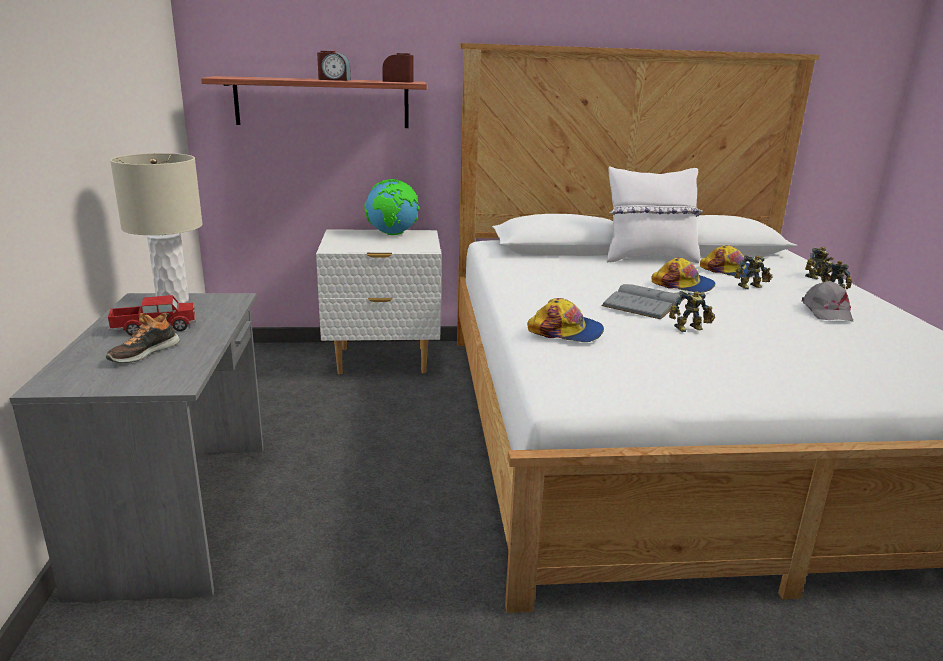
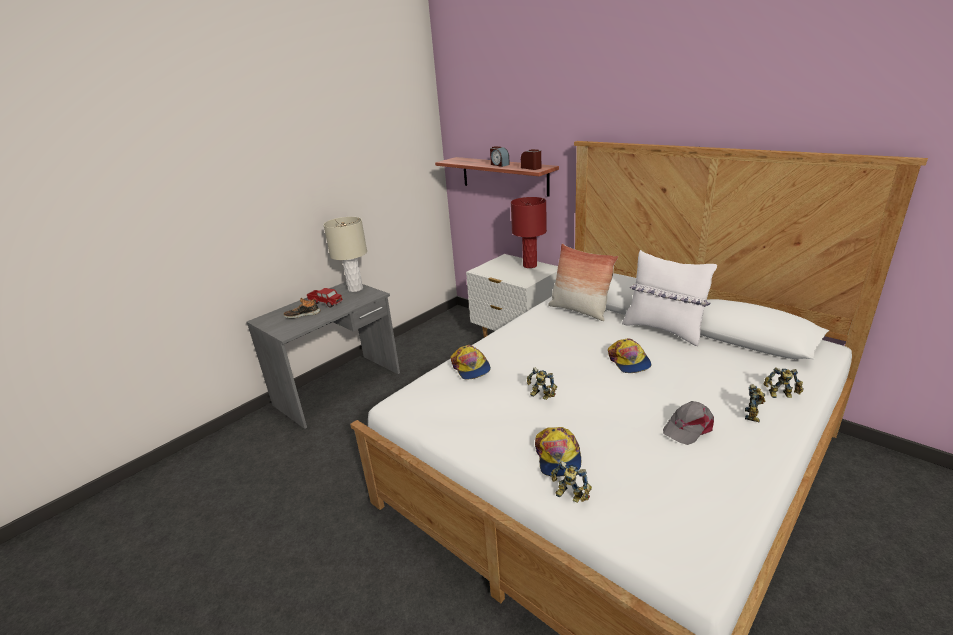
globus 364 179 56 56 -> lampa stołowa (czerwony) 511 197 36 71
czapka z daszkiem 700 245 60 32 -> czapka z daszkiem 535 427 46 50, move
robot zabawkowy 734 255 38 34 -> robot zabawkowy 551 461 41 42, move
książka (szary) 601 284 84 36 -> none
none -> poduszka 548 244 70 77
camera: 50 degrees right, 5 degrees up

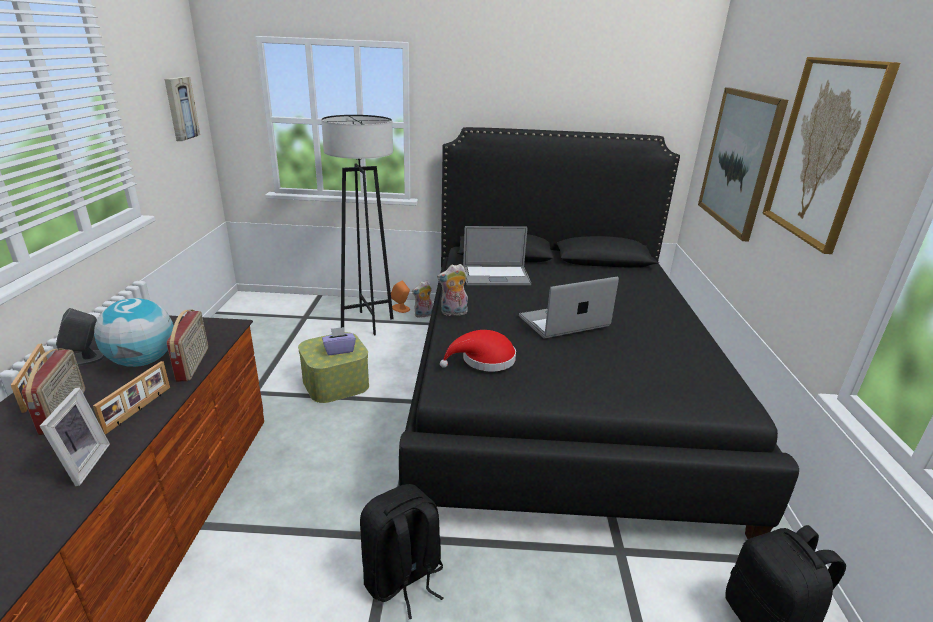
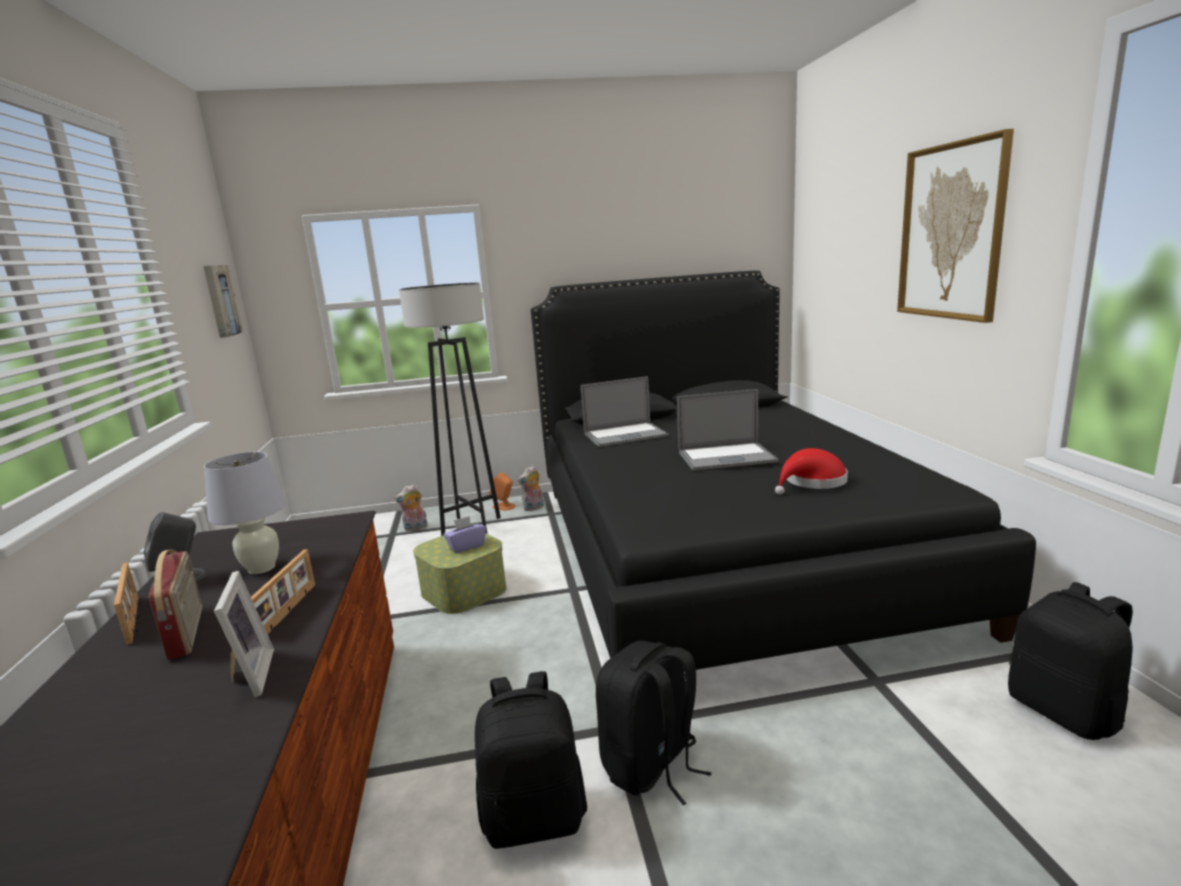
obraz 698 87 90 155 -> none
pluszak 437 264 31 52 -> pluszak 394 484 34 48, move
laptop 519 276 100 63 -> laptop 677 389 101 81, 150 degrees counterclockwise
globus 94 298 80 69 -> lampa stołowa (biały) 204 452 82 122
radio 167 310 41 72 -> none
kapelusz (czerwony) 440 330 76 41 -> kapelusz (czerwony) 775 448 73 47, move
none -> plecak (czarny) 475 671 112 178
camera: 10 degrees left, 10 degrees down

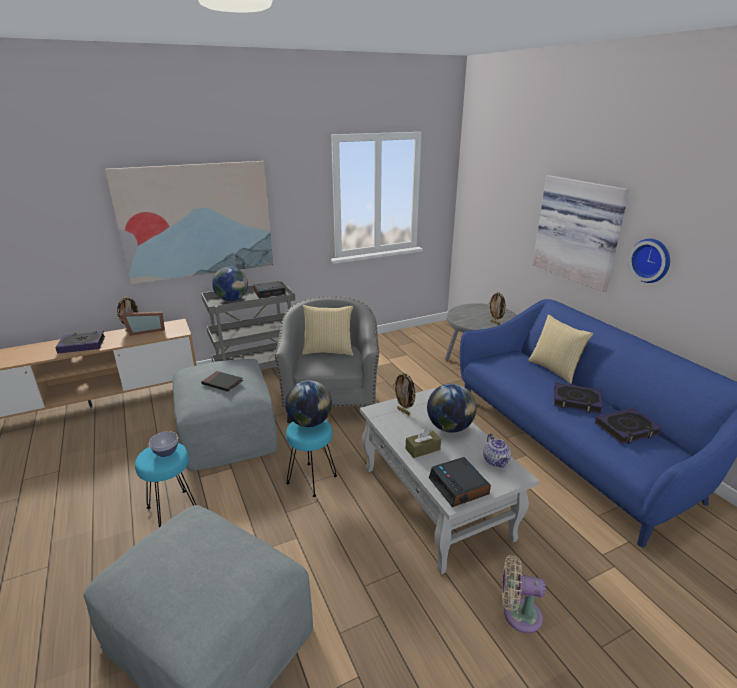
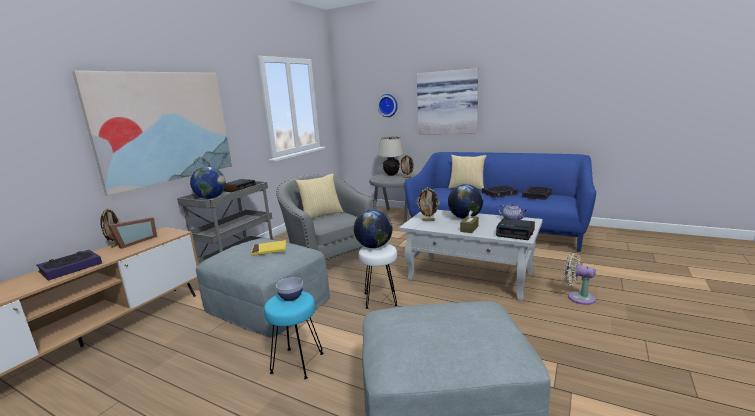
zegar ścienny 628 239 42 44 -> zegar ścienny 377 94 21 23, move
książka (czarny) 201 371 42 20 -> książka (żółty) 251 240 35 16
stołek (turkusowy) 286 420 51 77 -> stołek (biały) 358 244 40 65
wentylator (beżowy) 502 555 44 78 -> wentylator (beżowy) 564 253 32 52, 60 degrees clockwise
none -> lampa stołowa (beżowy) 378 137 26 39
camera: 35 degrees left, 10 degrees down

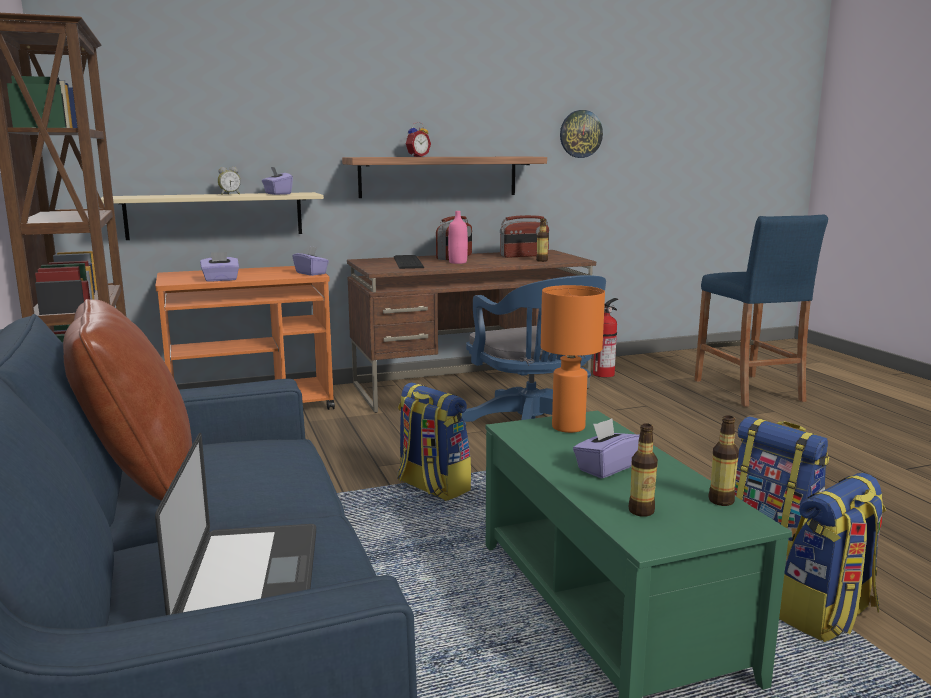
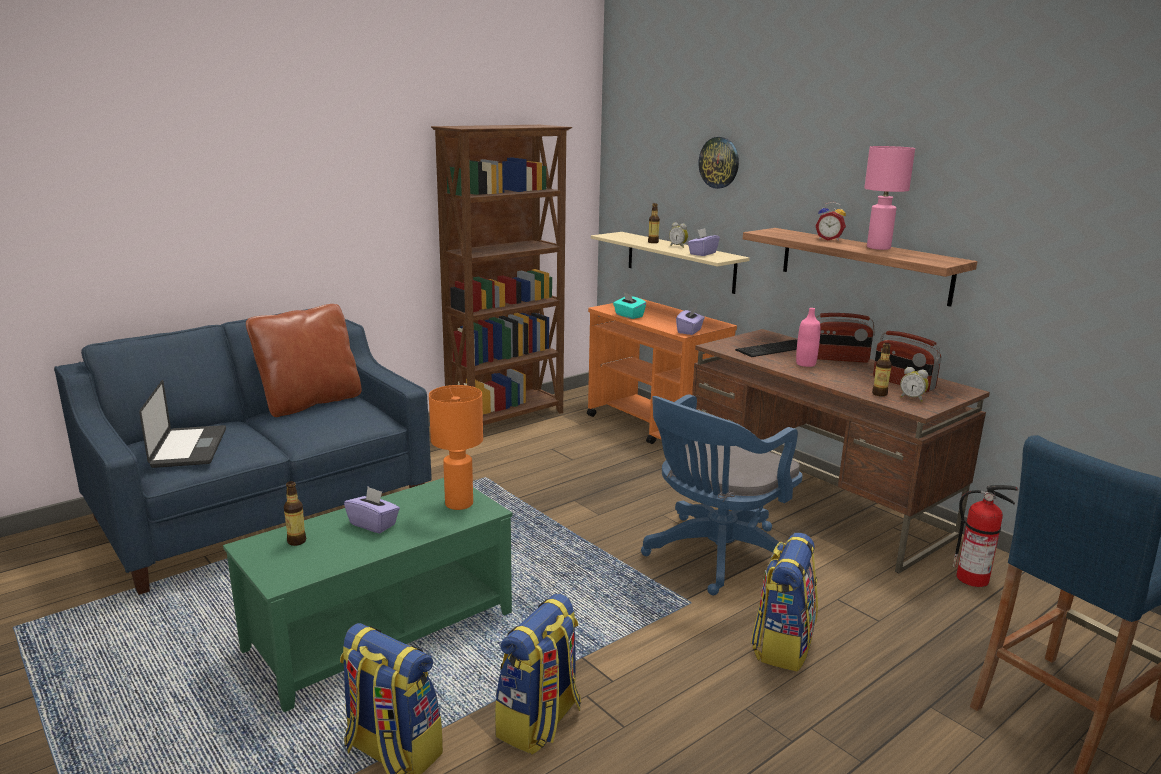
zegar ścienny 560 110 43 48 -> zegar ścienny 699 137 40 52, move
pudełko chusteczek (fioletowy) 200 252 39 30 -> pudełko chusteczek (turkusowy) 613 293 33 26
plecak 397 383 74 118 -> plecak 751 533 67 139, move
butelka 708 415 31 91 -> butelka 648 203 12 40, move
laptop 155 433 161 182 -> laptop 139 380 87 88, 75 degrees counterclockwise
none -> lampa stołowa (różowy) 864 146 51 104
none -> budzik 900 367 29 35
camera: 70 degrees right, 5 degrees up

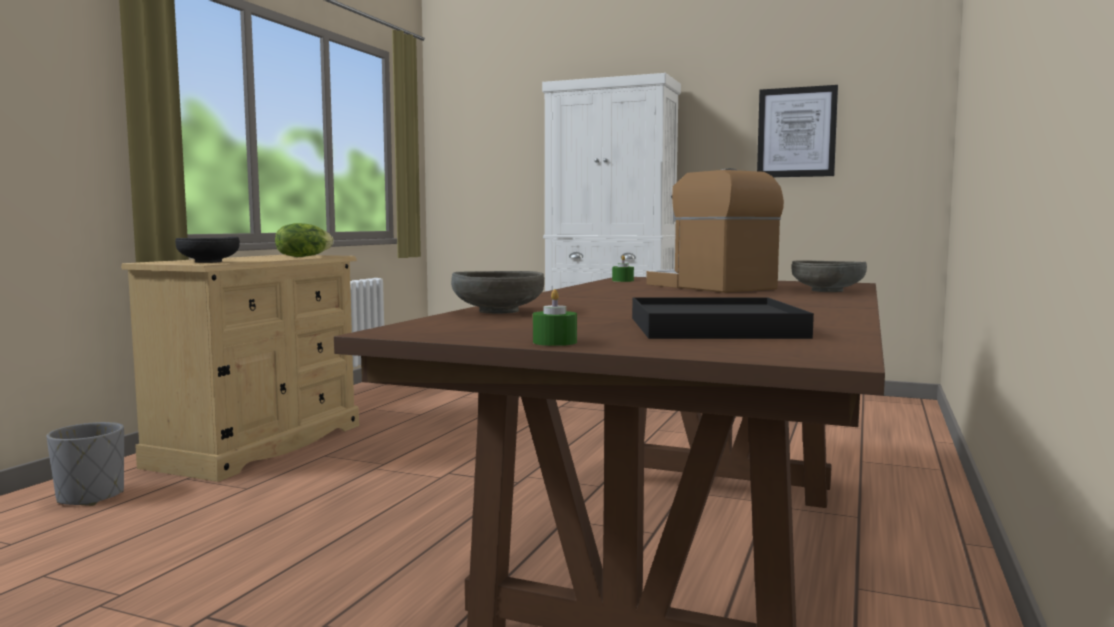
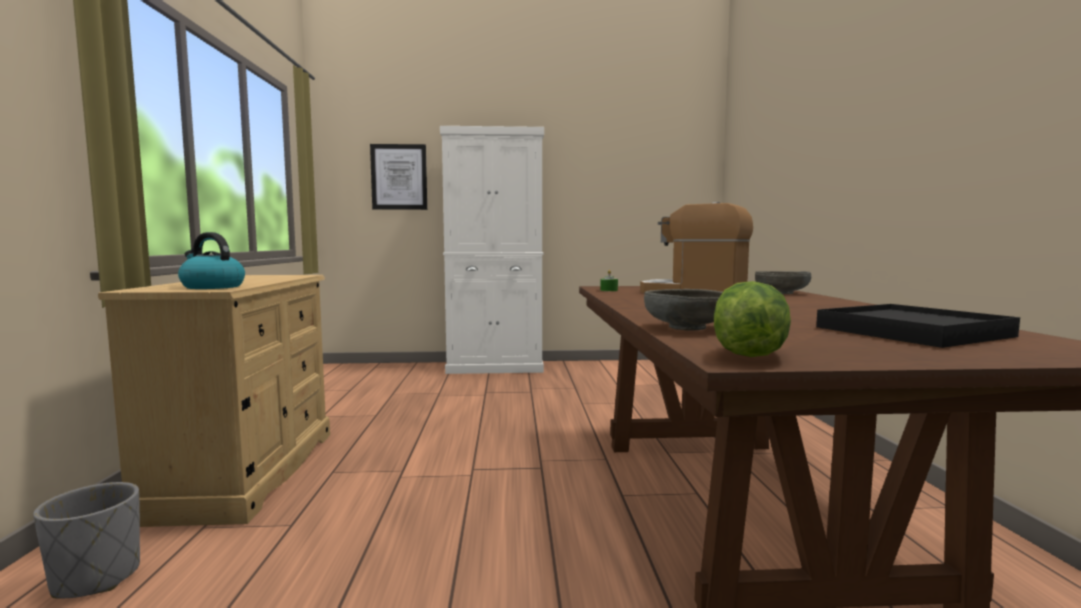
obraz 757 85 81 92 -> obraz 370 144 57 66, move
sałata 275 223 59 34 -> sałata 714 281 77 76, move
miska (czarny) 175 237 65 26 -> czajnik 178 232 67 57
świeca (zielony) 533 289 44 57 -> none
camera: 25 degrees left, 0 degrees up

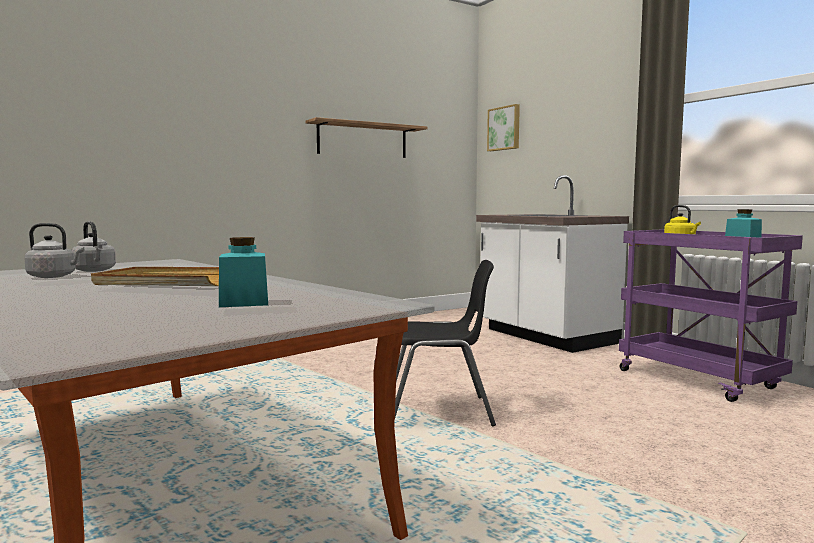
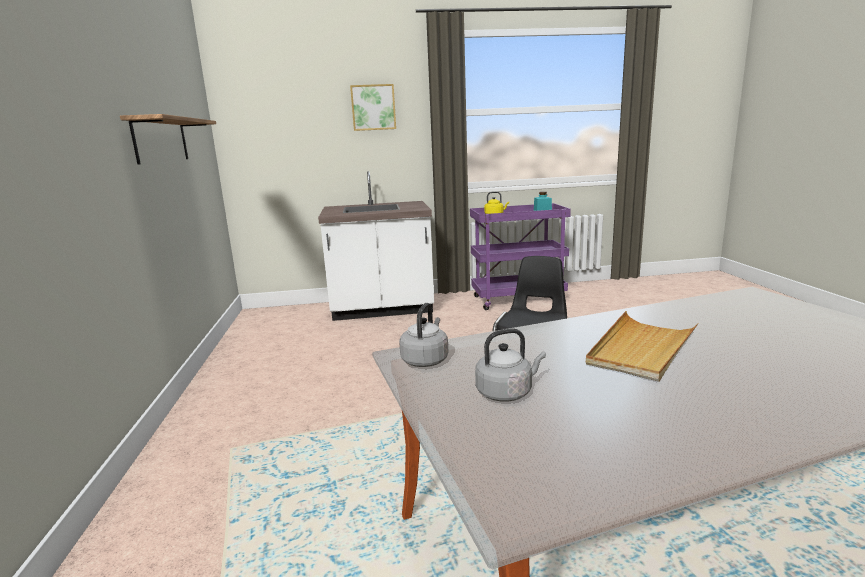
obraz 487 104 33 47 -> obraz 350 84 46 47, move
czajnik (szary) 24 223 60 55 -> czajnik (szary) 399 303 49 64, move
słoik (turkusowy) 219 237 49 70 -> none
camera: 65 degrees left, 10 degrees up

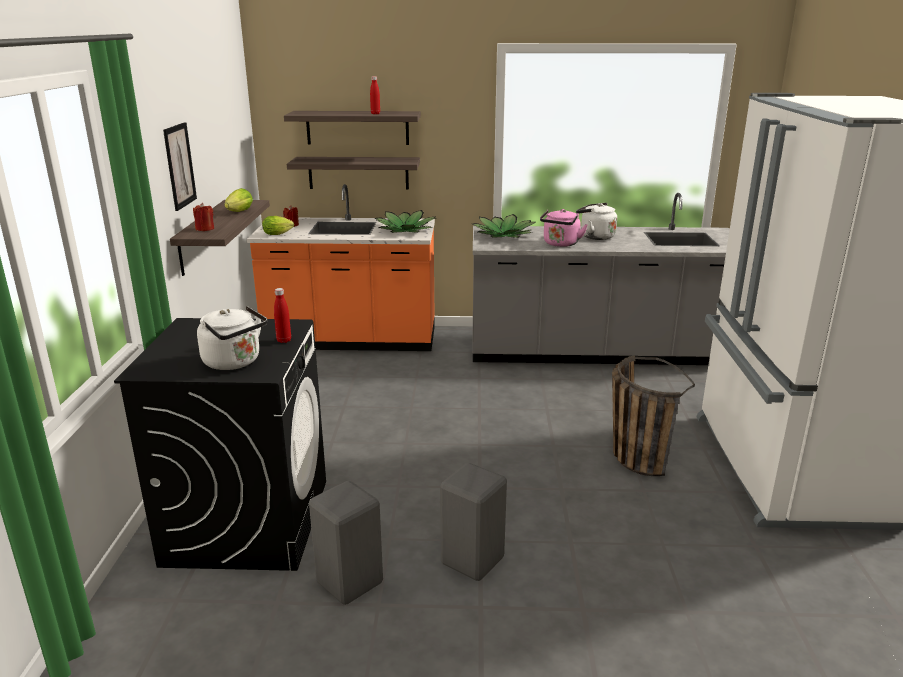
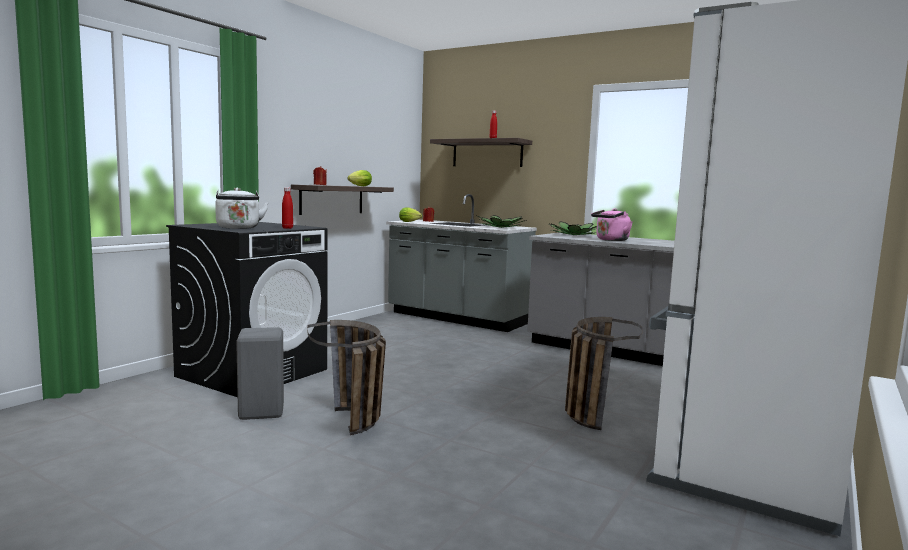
obraz 163 122 34 89 -> none
półka 287 157 133 33 -> none
zabudowa kuchenna (pomarańczowy) 247 184 188 167 -> zabudowa kuchenna (szary) 386 194 151 138
czajnik (biały) 576 203 41 37 -> none
stołek (szary) 440 463 67 118 -> koszyk 307 320 79 115
camera: 30 degrees right, 15 degrees down

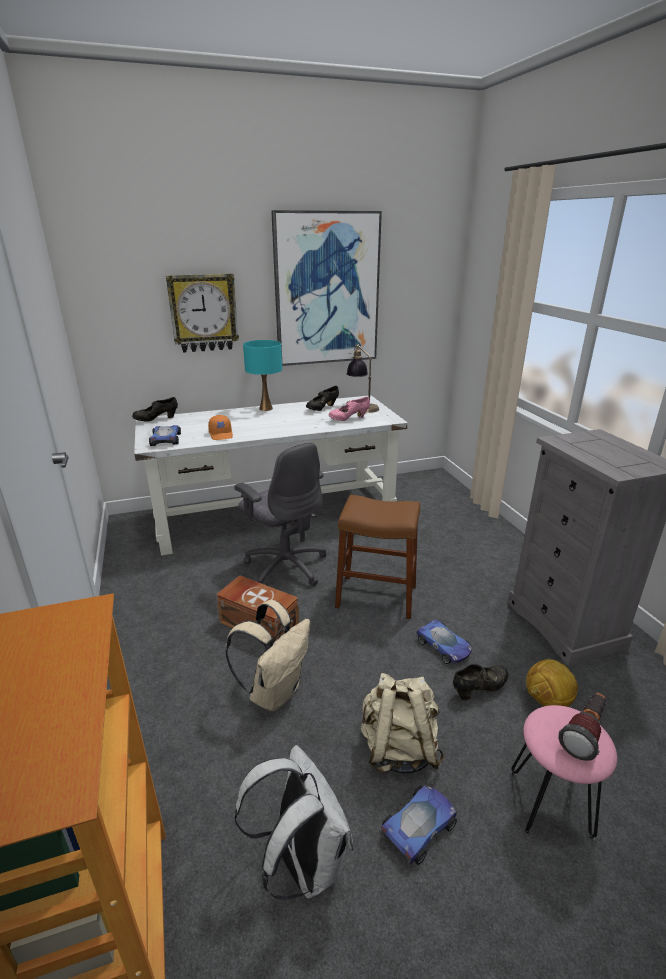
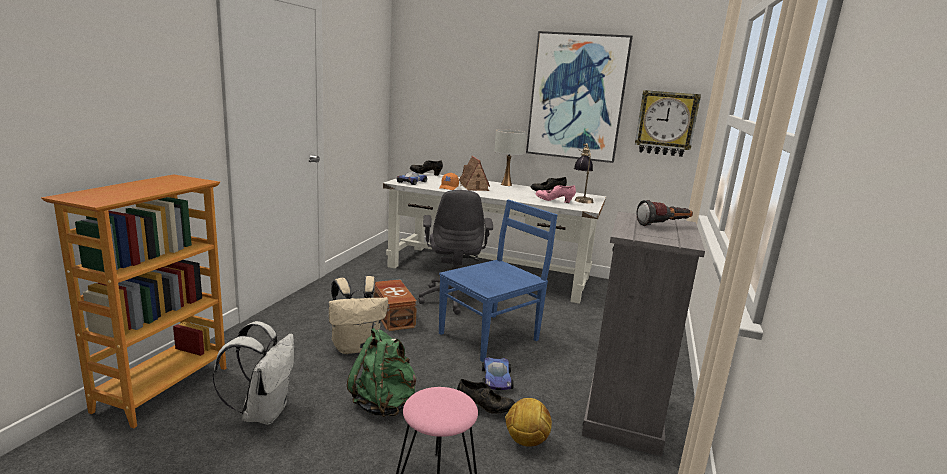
zegar ścienny 166 273 73 80 -> zegar ścienny 635 90 66 67, move
lampa stołowa (turkusowy) 243 340 39 71 -> lampa stołowa (biały) 494 129 32 57
stołek (brązowy) 335 495 85 124 -> krzesło (niebieski) 439 200 118 162
plecak (beżowy) 361 673 83 101 -> plecak (zielony) 347 328 70 89
latarka 558 693 48 68 -> latarka 636 200 57 26, move
samochodzik 380 785 77 80 -> none
none -> domek 459 156 31 35
camera: 35 degrees right, 10 degrees down

